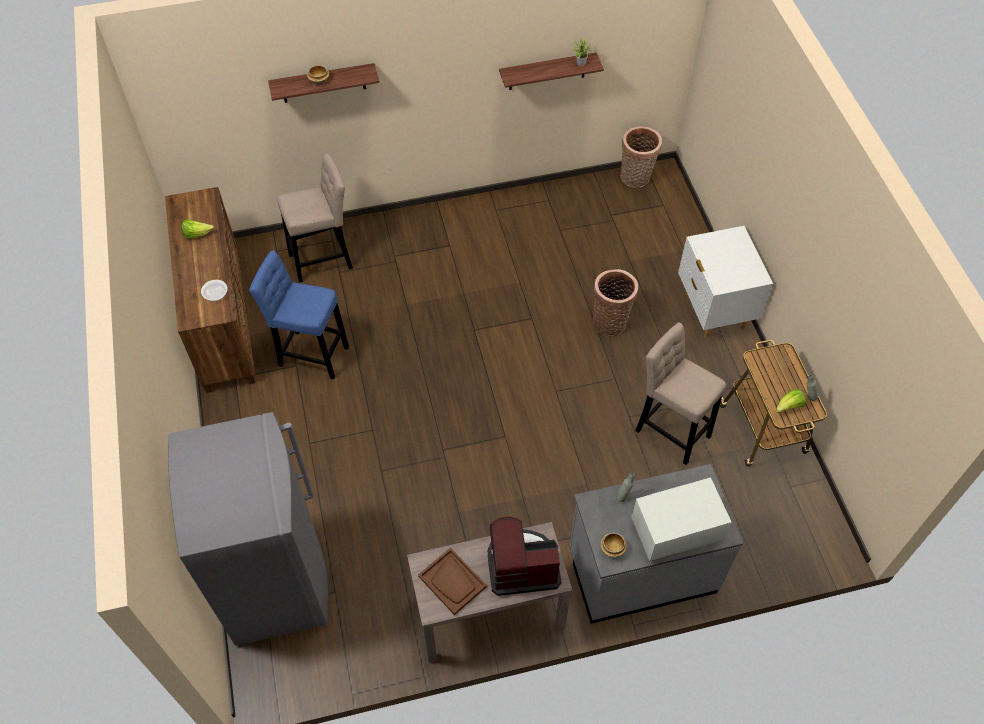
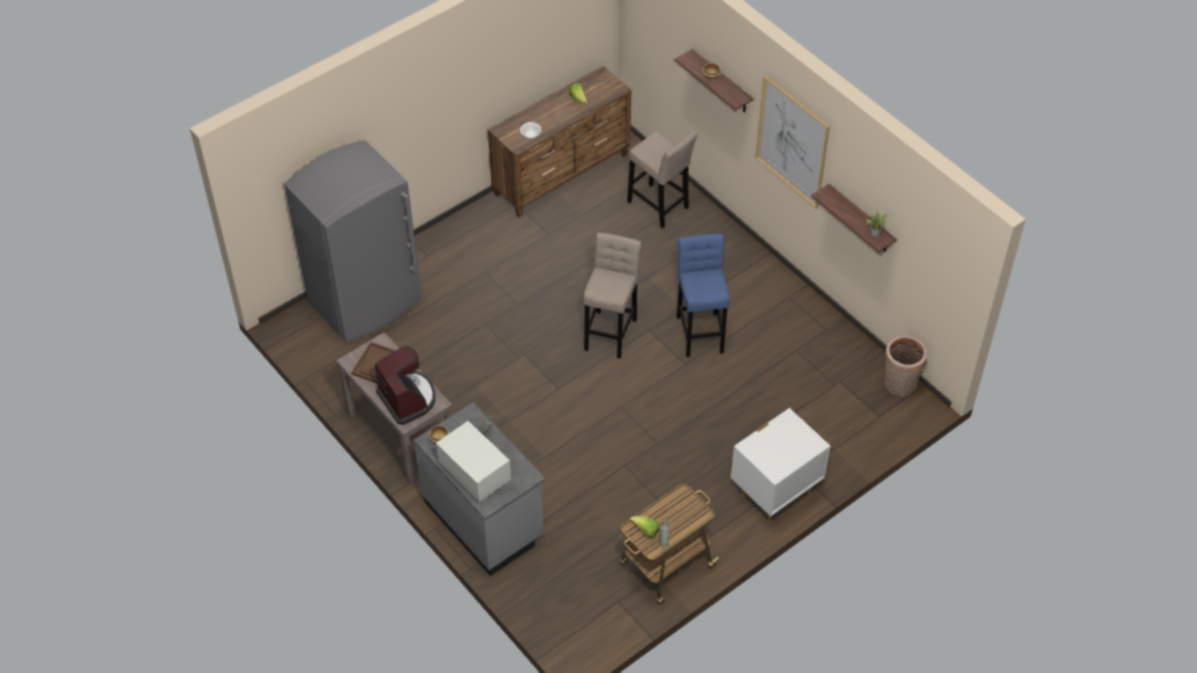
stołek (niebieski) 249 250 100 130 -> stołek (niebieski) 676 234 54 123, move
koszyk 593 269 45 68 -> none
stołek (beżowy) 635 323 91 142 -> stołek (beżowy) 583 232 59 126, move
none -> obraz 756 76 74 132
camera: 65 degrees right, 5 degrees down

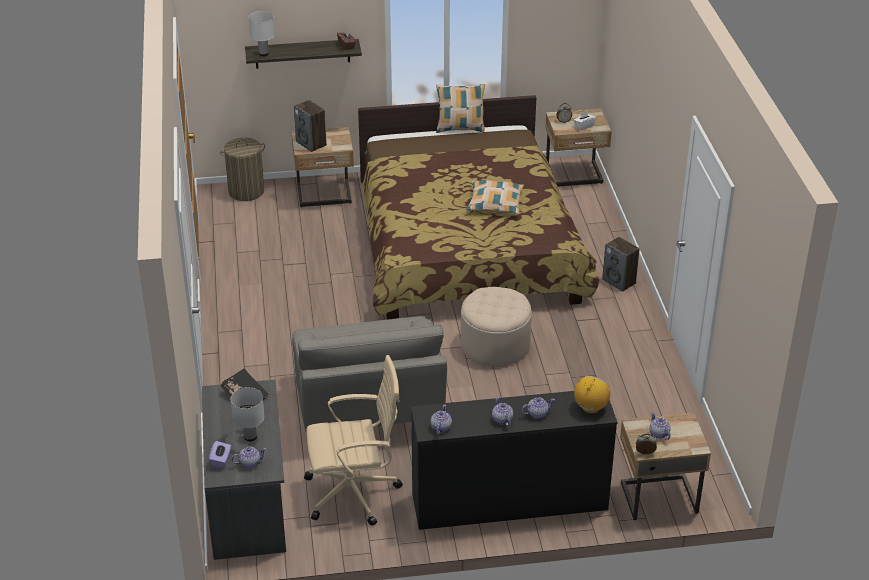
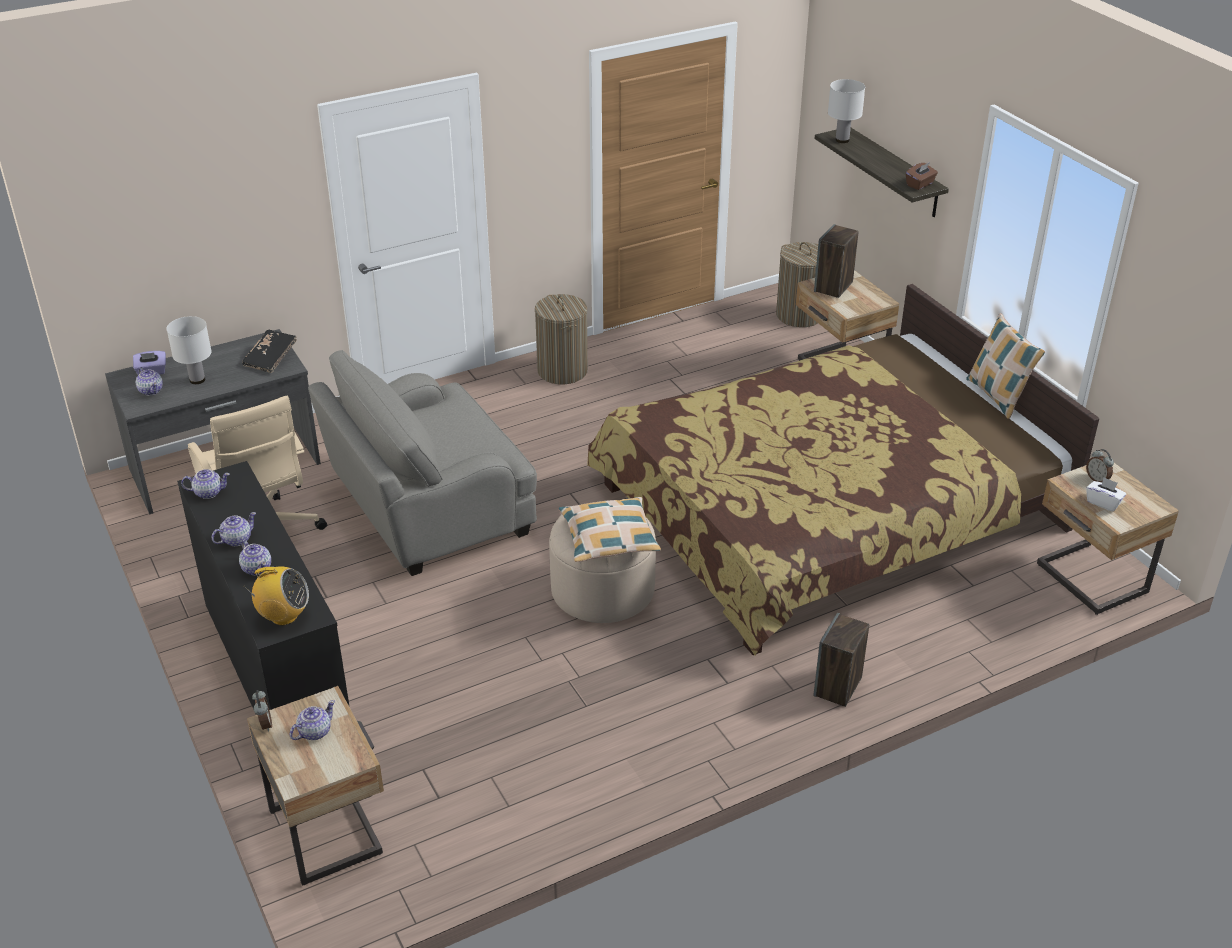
poduszka 466 180 58 34 -> poduszka 559 497 102 65, move
none -> kosz na pranie 535 294 53 90
camera: 70 degrees right, 0 degrees up

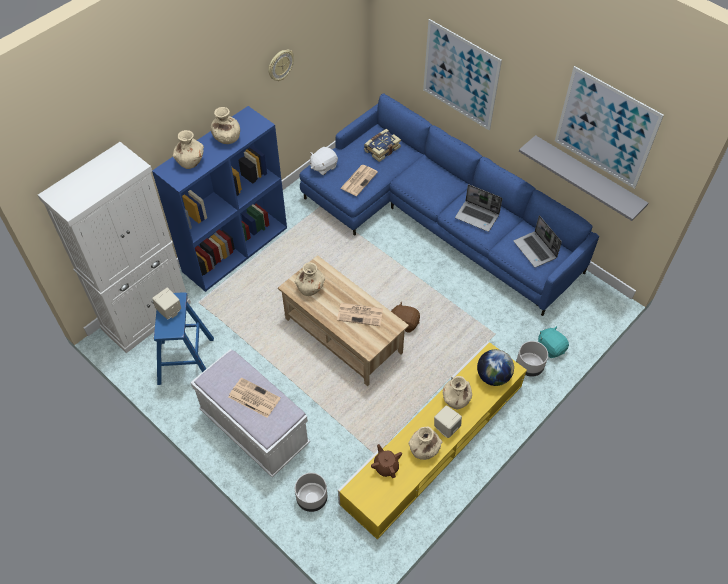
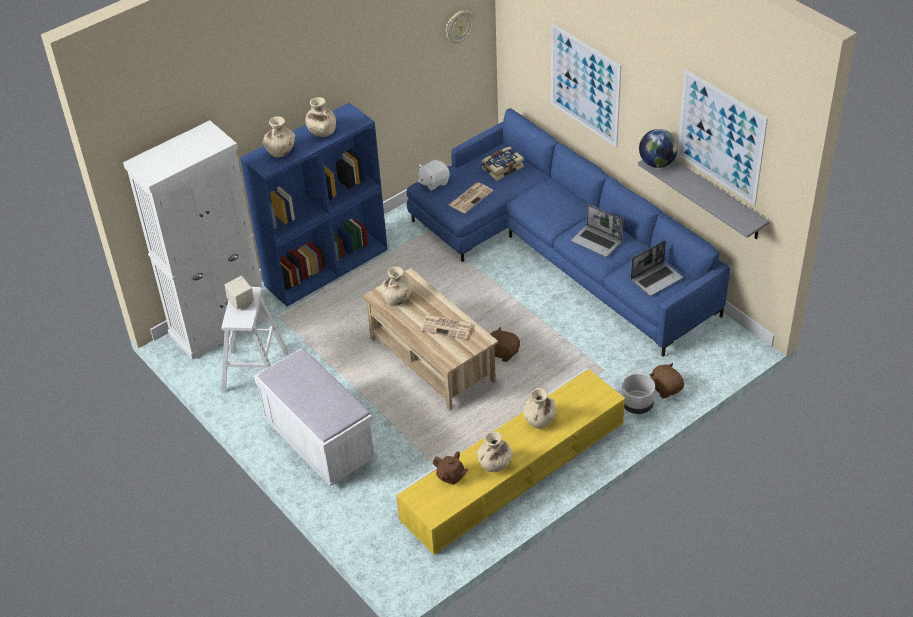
zegar ścienny 268 49 26 32 -> zegar ścienny 446 10 28 33, move
laptop 514 215 48 53 -> laptop 631 240 52 56, 105 degrees counterclockwise
stołek (niebieski) 154 292 60 93 -> stołek (biały) 221 287 68 105
pluszak (turkusowy) 538 326 31 32 -> pluszak (brązowy) 650 363 34 35
globus 477 349 37 37 -> globus 639 129 39 39, move
gazeta 229 378 52 40 -> none
głośnik (beżowy) 434 405 28 33 -> none
imbryk (brązowy) 371 444 31 34 -> imbryk (brązowy) 433 451 36 34, 135 degrees clockwise
donica (szary) 295 473 32 39 -> none
camera: 10 degrees right, 10 degrees down

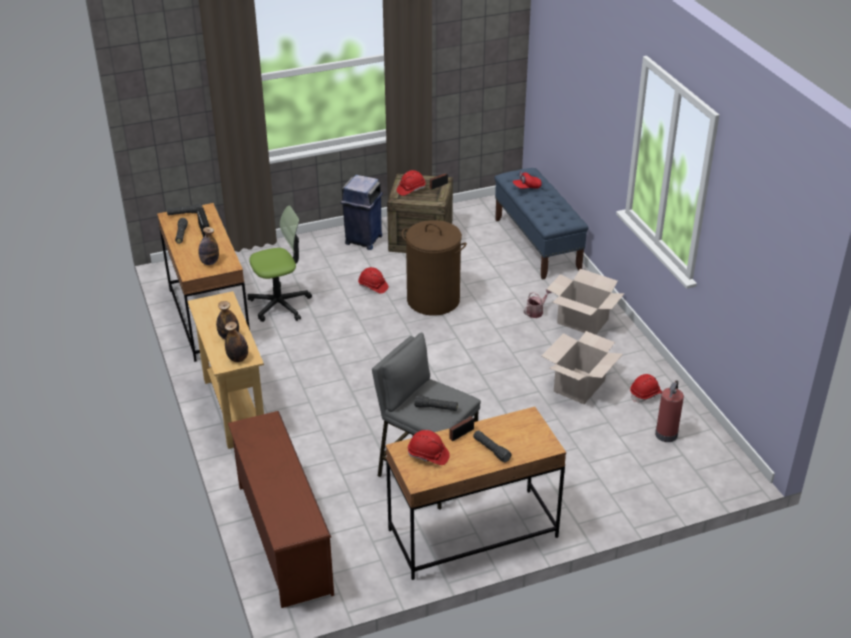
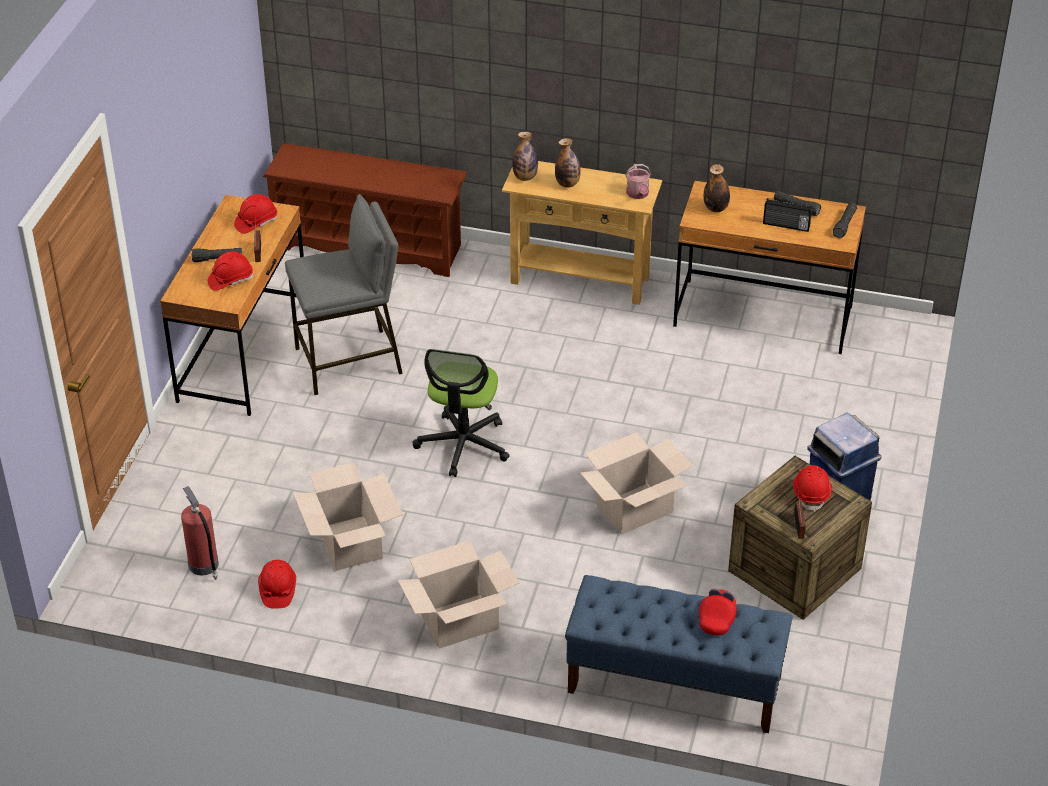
krzesło biurowe 247 205 65 117 -> krzesło biurowe 413 349 96 128, move
kosz na pranie (brązowy) 402 220 65 96 -> karton 580 432 113 102
kask (czerwony) 358 267 30 27 -> kask (czerwony) 207 251 46 40, move
konewka 524 290 28 28 -> konewka 626 164 25 35, move
latarka (czarny) 414 395 44 16 -> none
camera: 125 degrees right, 5 degrees up

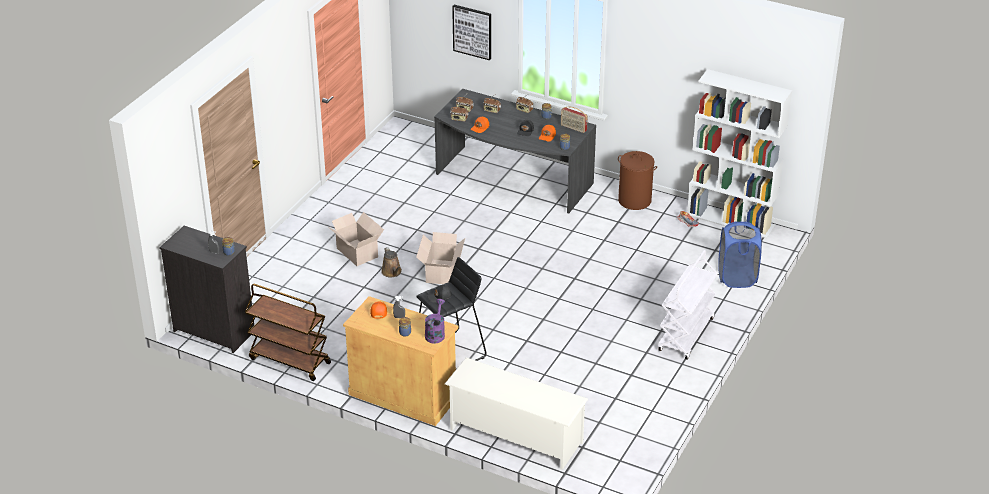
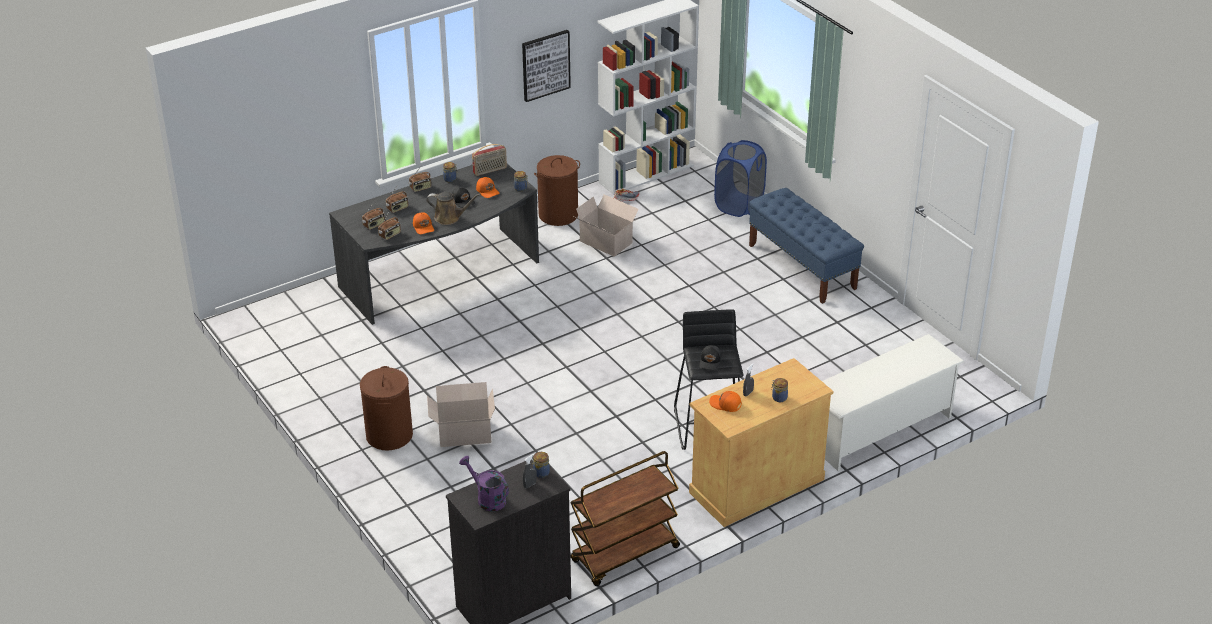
obraz 452 5 39 55 -> obraz 522 30 49 72, move
karton 416 232 49 52 -> karton 574 194 65 63, move
konewka (brązowy) 381 247 21 31 -> konewka (brązowy) 426 192 55 33, move
wózek (biały) 658 250 60 110 -> ławka (niebieski) 749 188 115 116
konewka (fioletowy) 425 299 20 45 -> konewka (fioletowy) 459 456 50 55, move
none -> kosz na pranie (brązowy) 360 366 53 84
camera: 60 degrees left, 0 degrees up

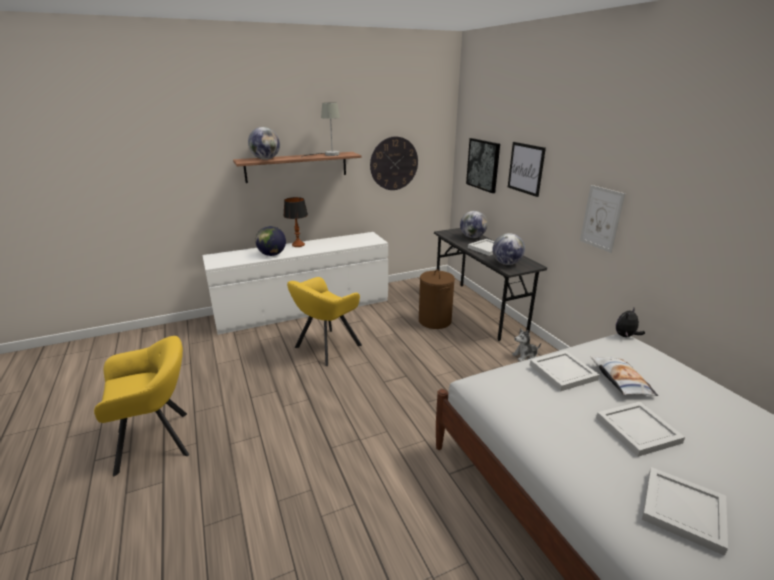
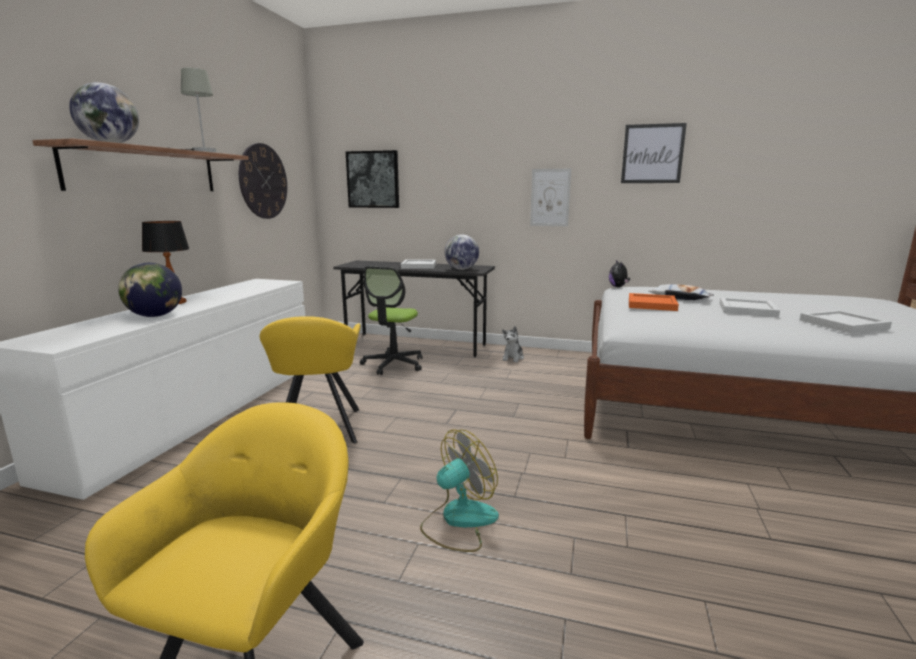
obraz 508 142 38 55 -> obraz 621 123 66 60, move
globus 460 211 28 27 -> none
kosz na pranie (brązowy) 419 269 36 60 -> krzesło biurowe 360 266 63 109
taca (biały) 530 351 69 40 -> taca (pomarańczowy) 629 293 50 18
none -> wentylator 420 429 79 123
camera: 50 degrees left, 10 degrees down

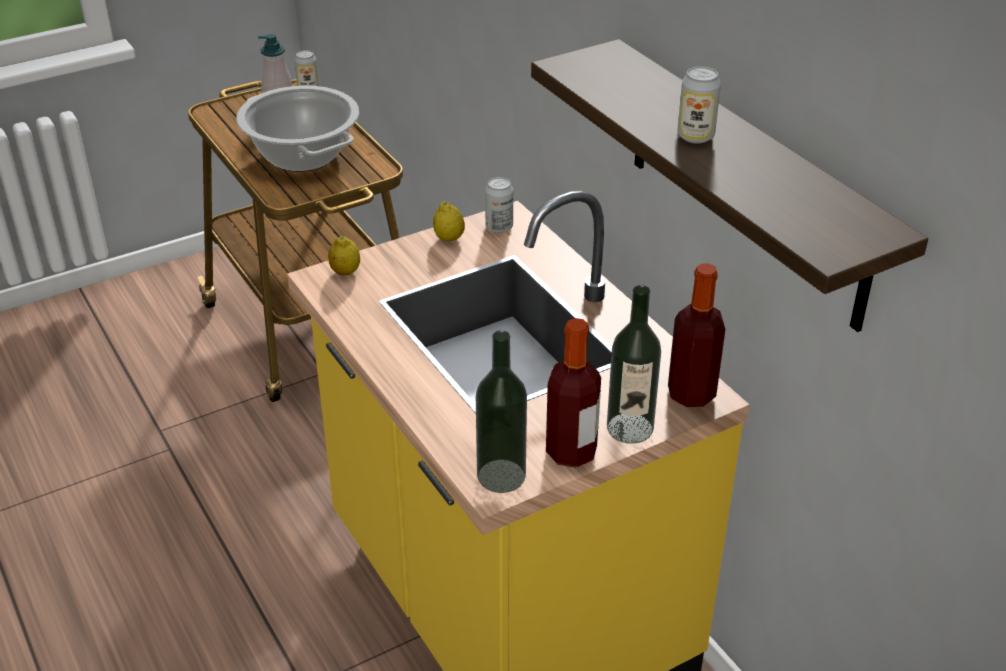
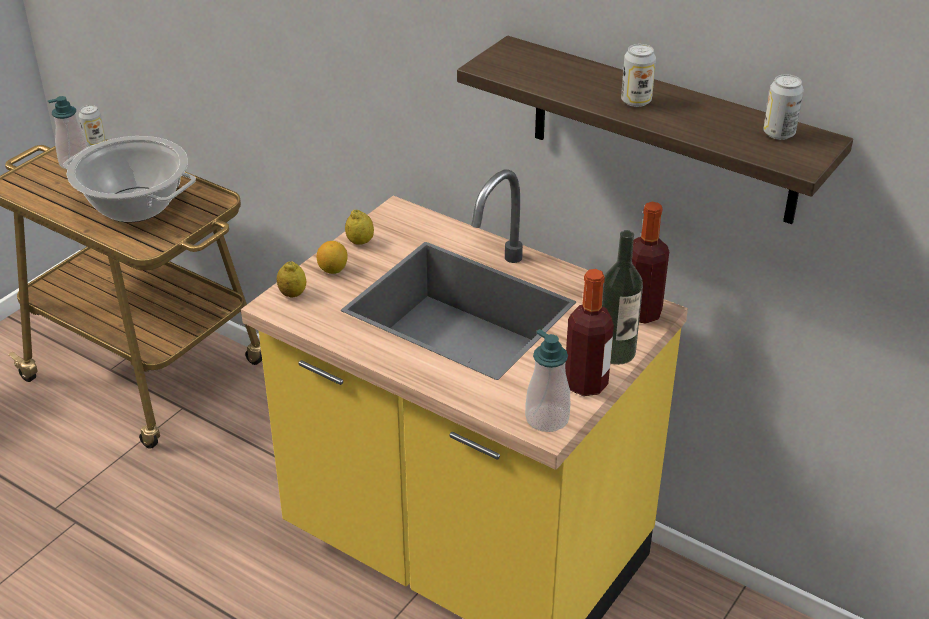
puszka 485 177 28 56 -> puszka 763 74 41 66, move
butelka 476 330 51 163 -> dozownik mydła 525 329 45 103
none -> cytryna 317 241 31 33
camera: 25 degrees left, 0 degrees up

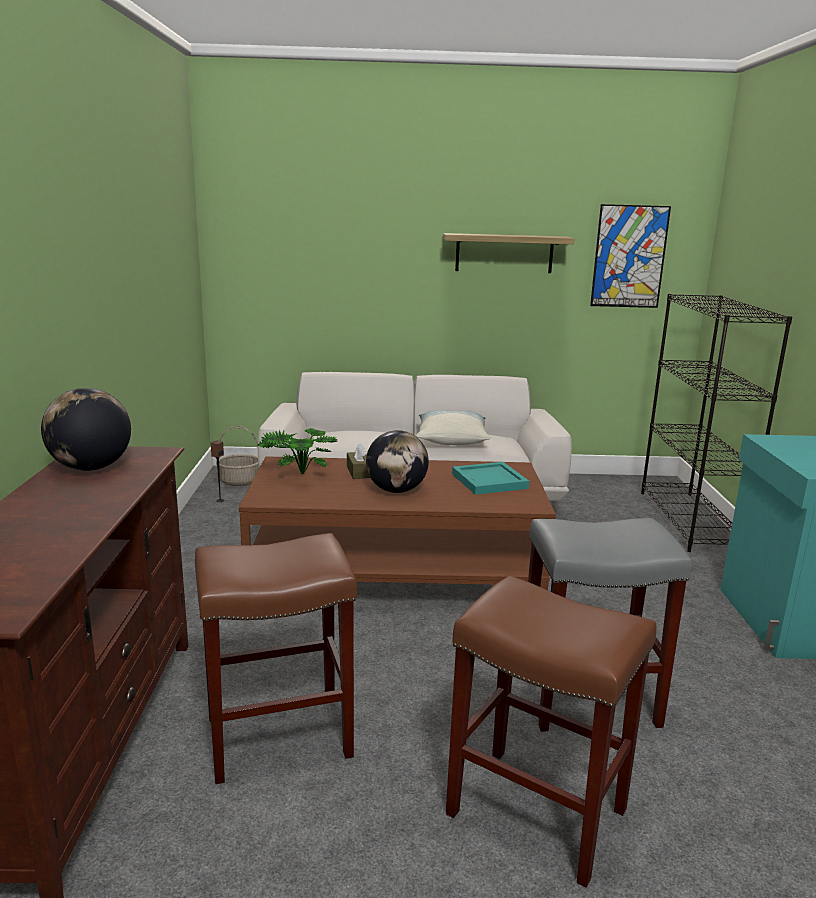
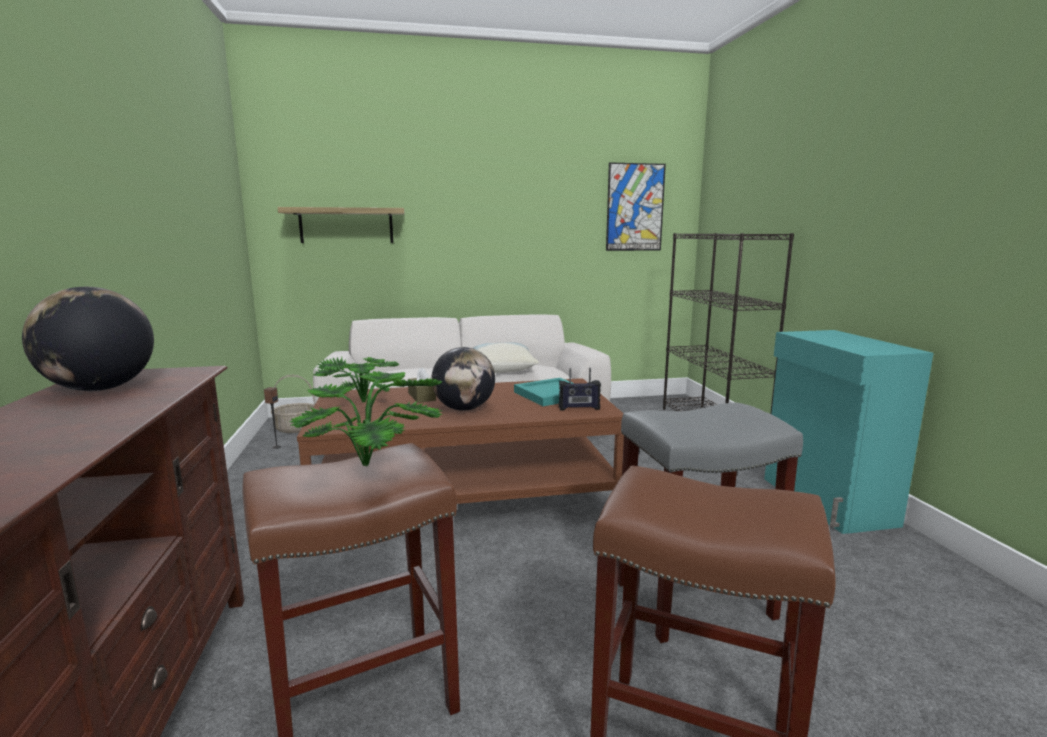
półka 443 233 132 40 -> półka 278 207 126 36, move
none -> radio 559 368 42 43
none -> roślina doniczkowa 289 371 154 95
camera: 10 degrees left, 5 degrees down

